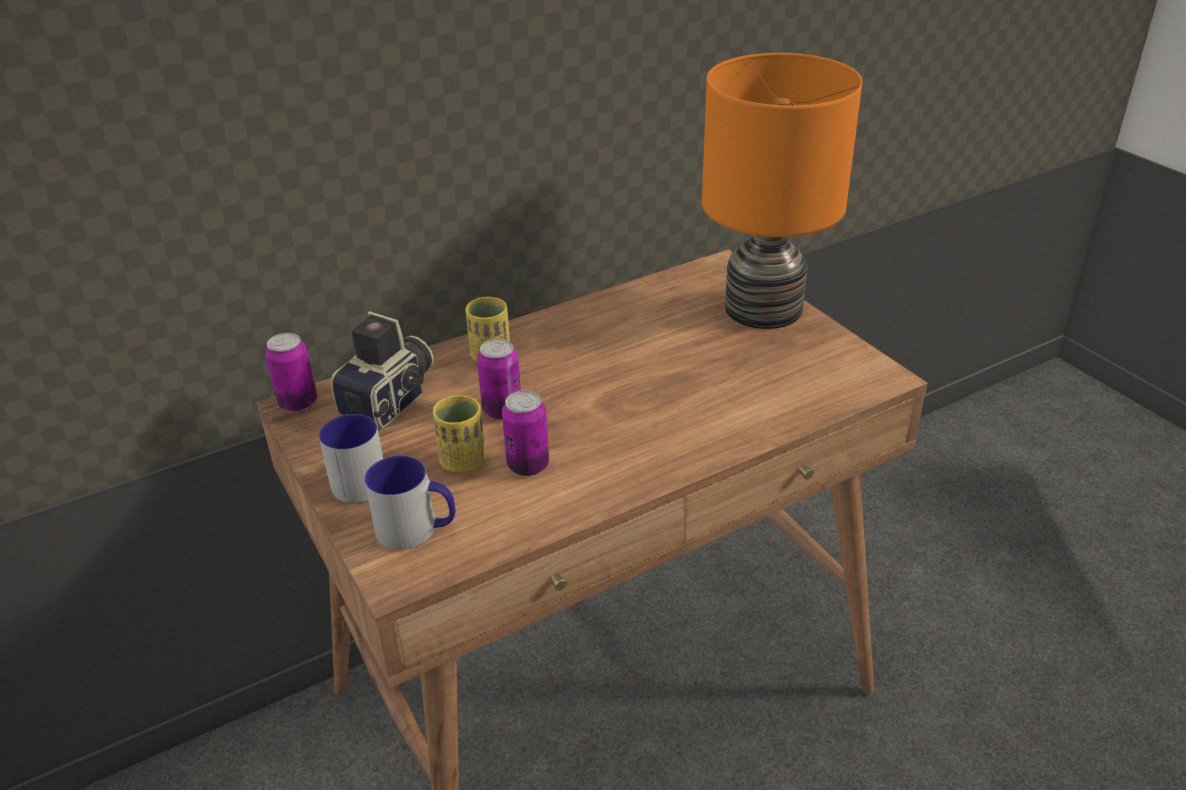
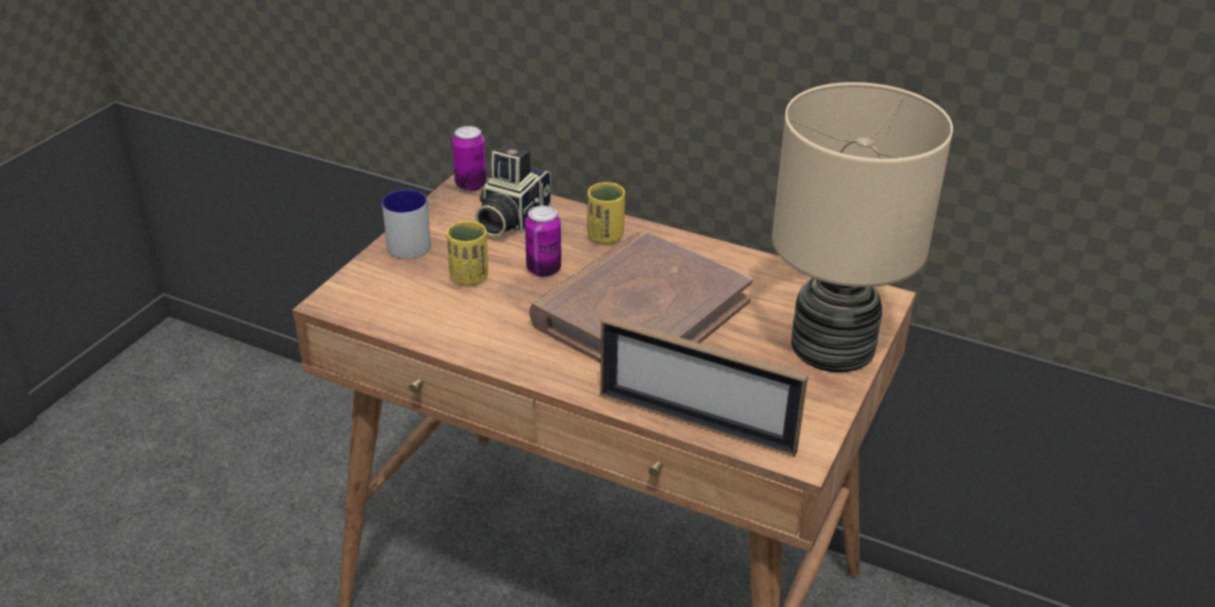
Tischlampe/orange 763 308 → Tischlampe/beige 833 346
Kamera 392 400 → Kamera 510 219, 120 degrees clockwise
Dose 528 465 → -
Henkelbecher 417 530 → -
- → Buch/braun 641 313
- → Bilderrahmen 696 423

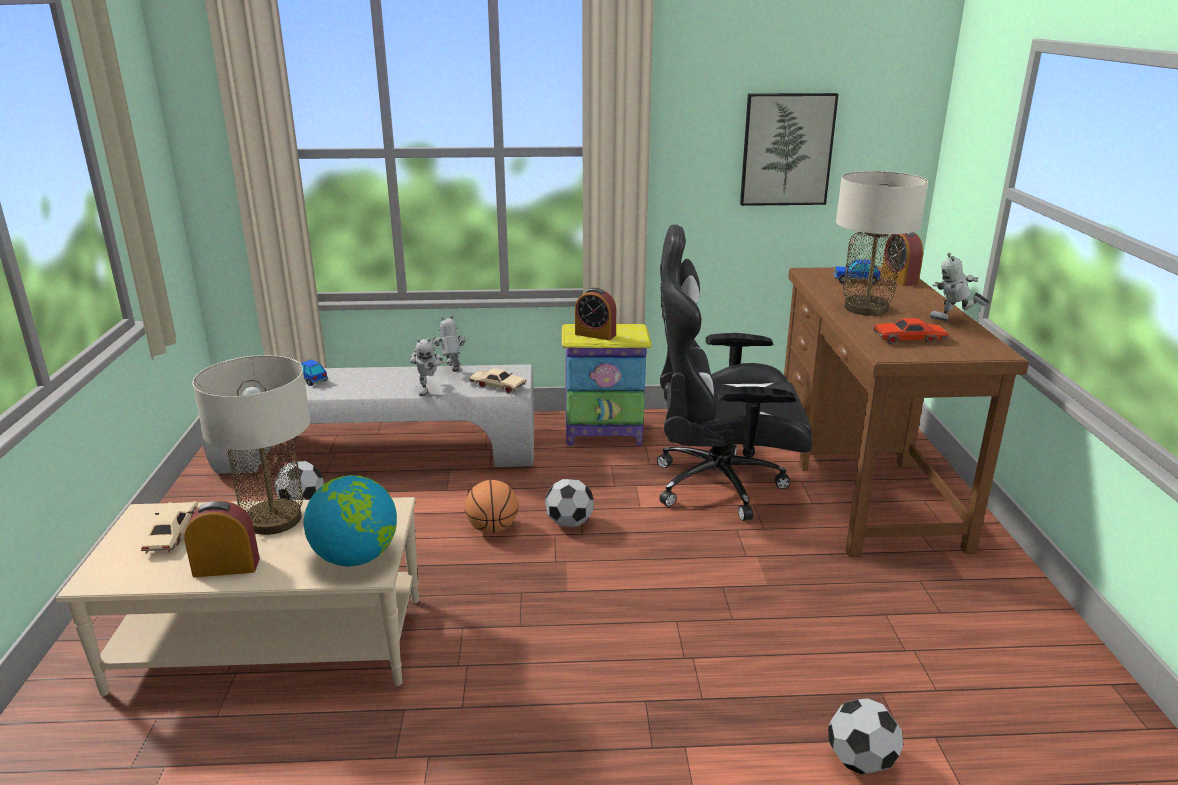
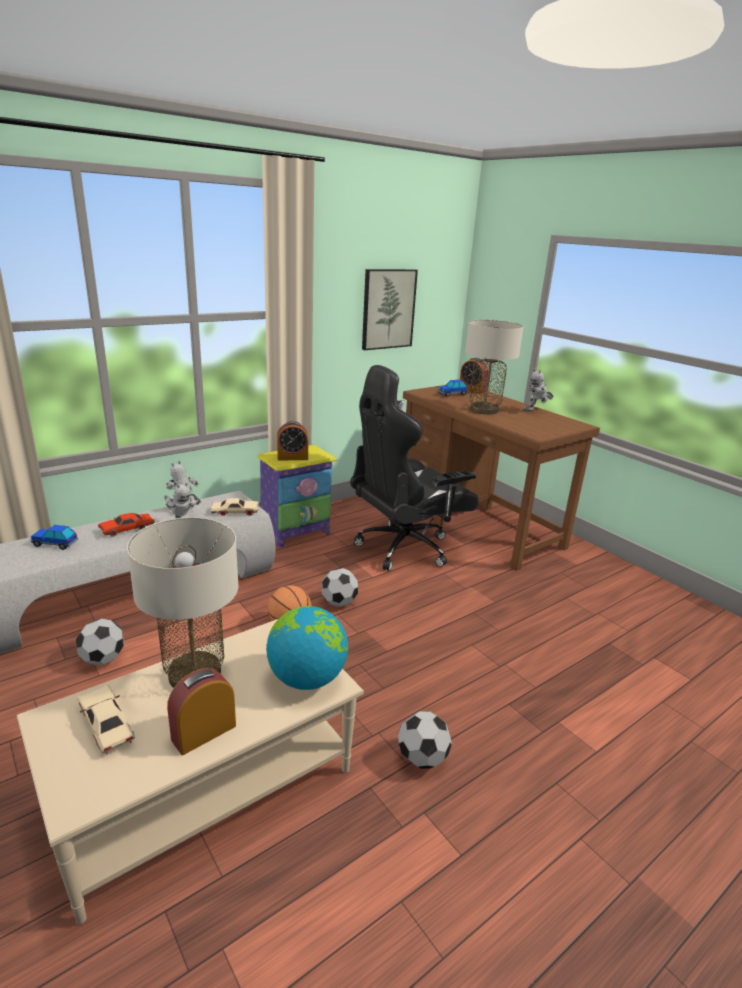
Spielzeugauto/rot 908 339 → Spielzeugauto/rot 127 529, move
Fußball 860 761 → Fußball 422 758, move

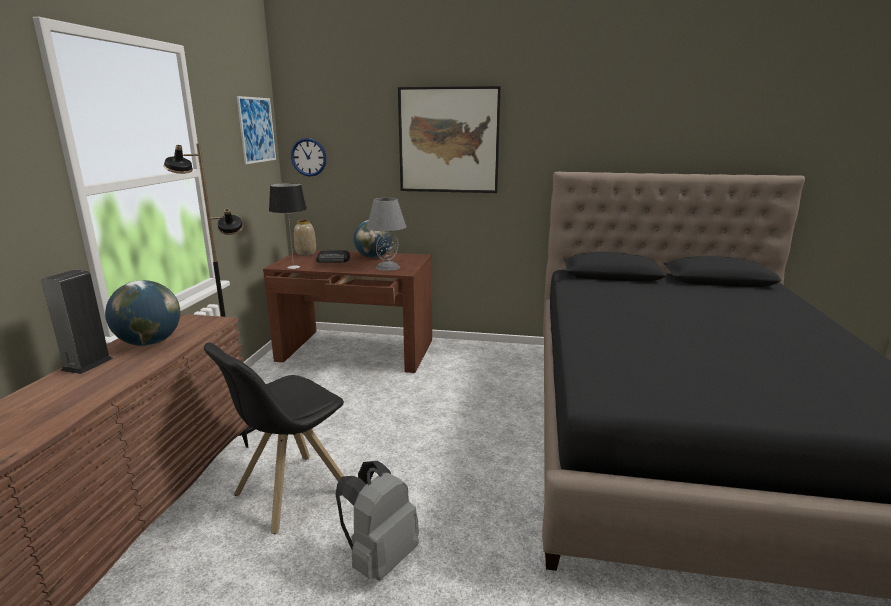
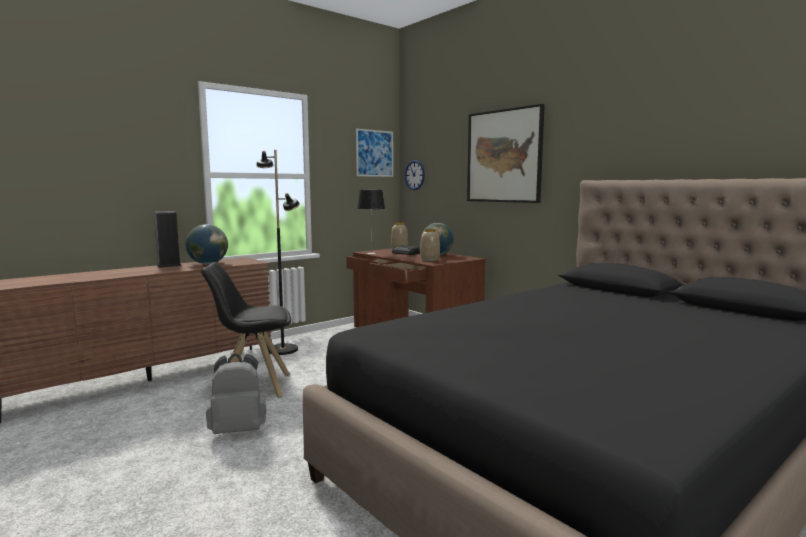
Tischlampe/grau 388 267 → Vase 430 260

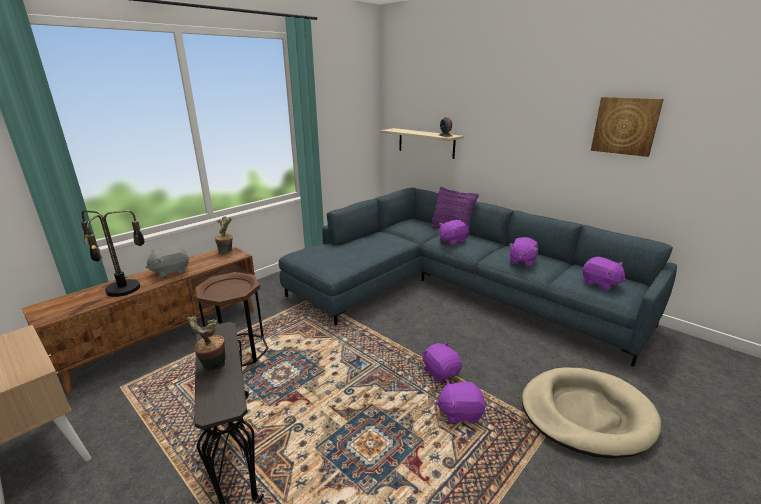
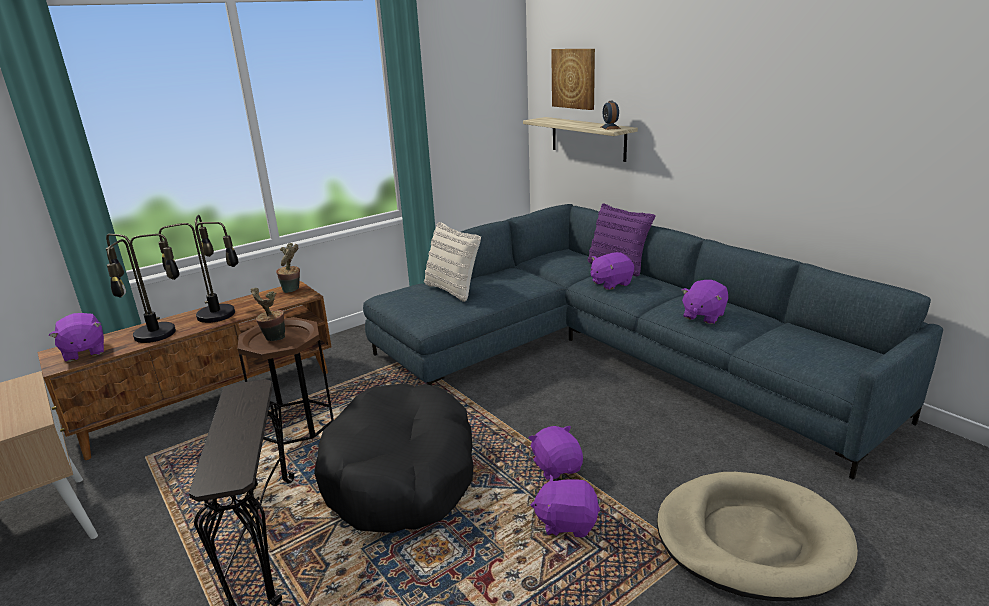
Bild 625 126 → Bild 574 78, move
Plüschtier/grau 171 272 → Tischlampe 216 314
Plüschtier/lila 600 283 → Plüschtier/lila 84 352, move
Topfpflanze 212 366 → Topfpflanze 273 339, move
- → Kissen/beige 453 291
- → Hundebett/schwarz 401 474

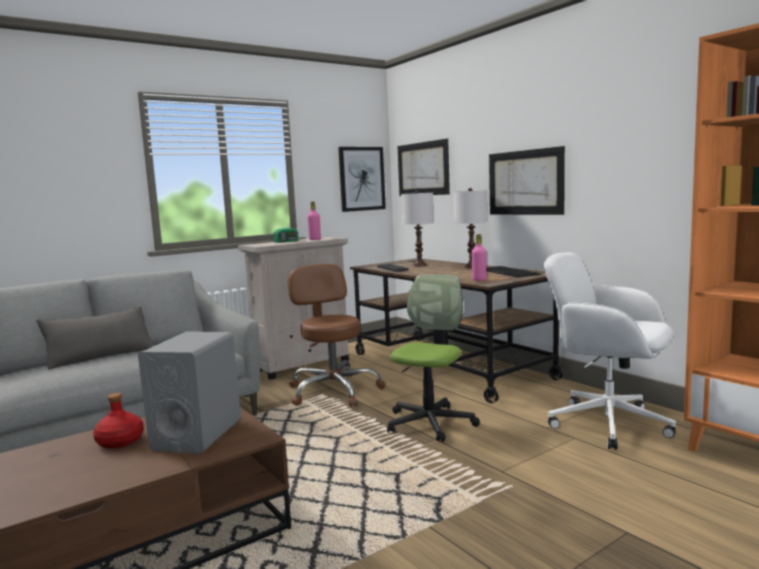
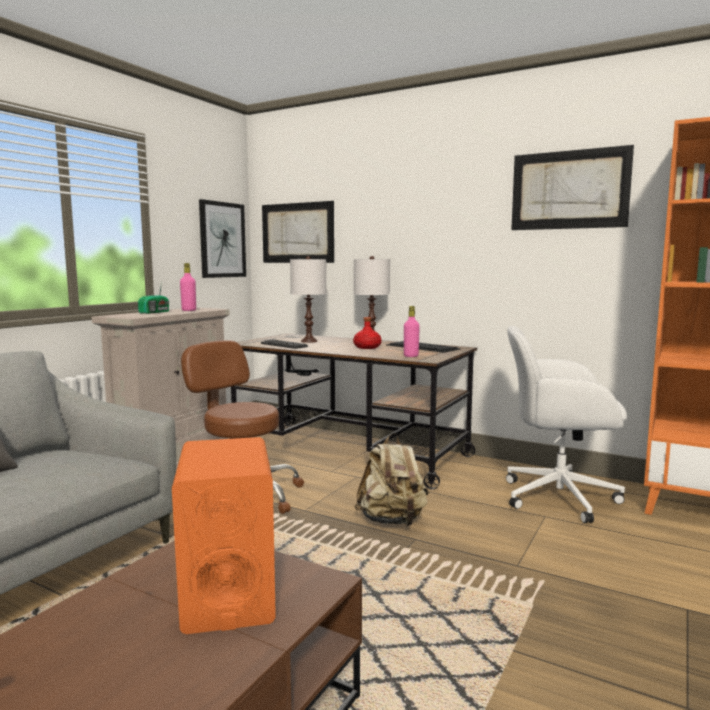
Bild 525 182 → Bild 569 190, move
Bürostuhl 430 423 → Rucksack/beige 392 521
Lautsprecher/grau 197 434 → Lautsprecher/orange 228 593
Flasche/rot 120 442 → Flasche/rot 367 347, move

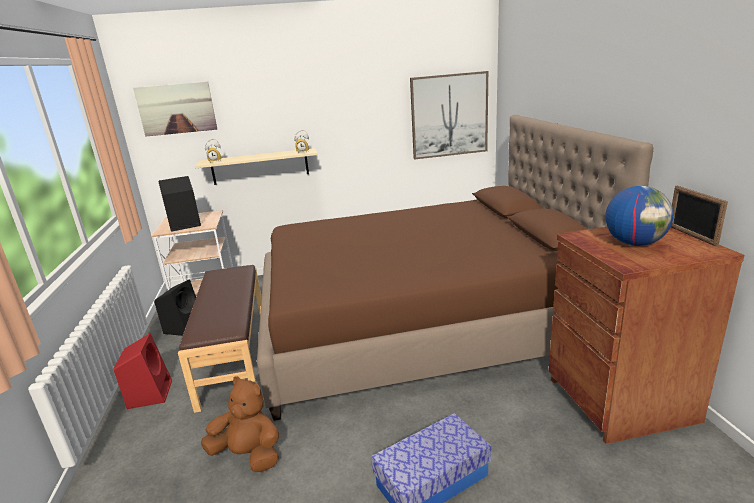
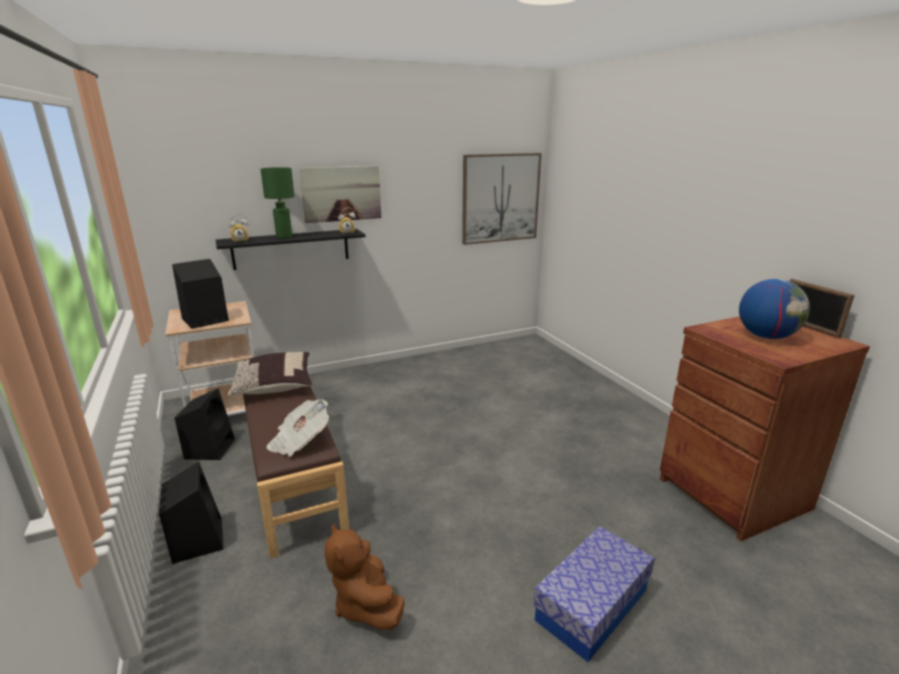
Bild 176 109 → Bild 341 194, move
Bett/braun 423 323 → -
Wandregal/beige 260 166 → Wandregal/schwarz 291 249
Lautsprecher/rot 150 393 → Lautsprecher/schwarz 197 539
Plüschtier/braun 248 455 → Plüschtier/braun 365 604, 120 degrees counterclockwise
- → Tischlampe/grün 284 237
- → Kissen 274 385
- → Zeitung 299 441

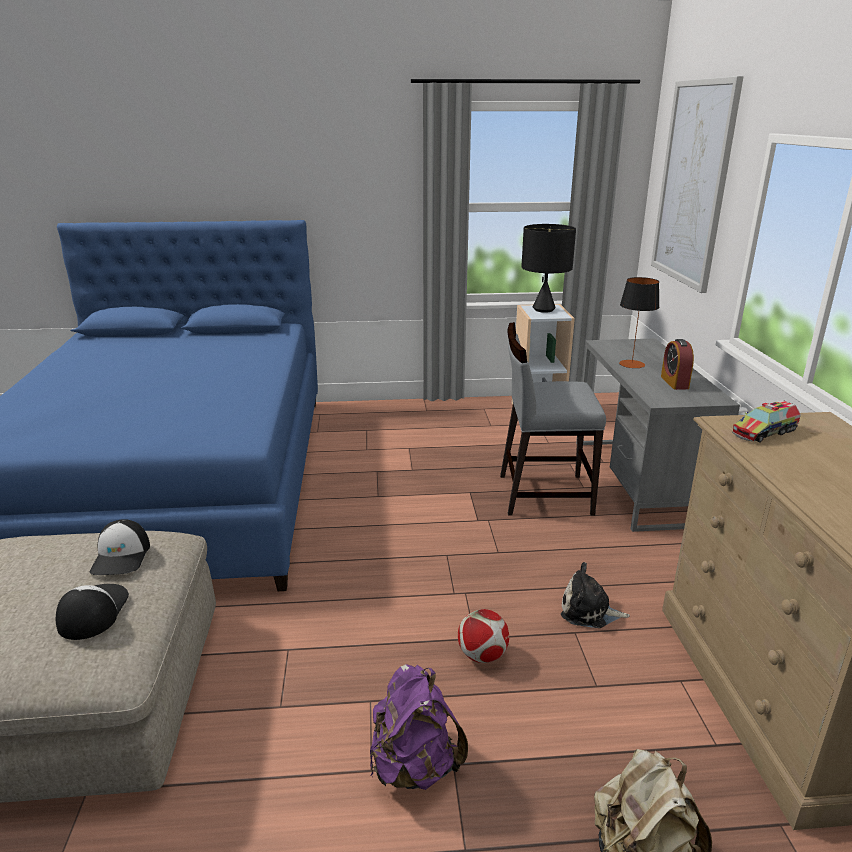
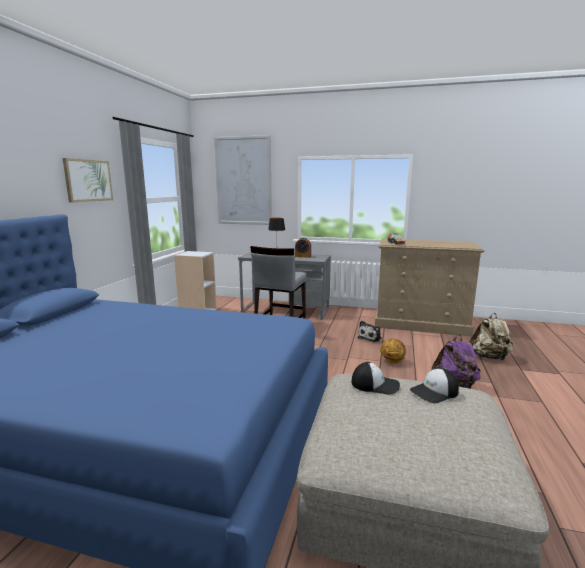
Tischlampe/schwarz 543 310 → -
Kappe 92 612 → Kappe 434 392, 45 degrees counterclockwise
Fußball 482 655 → Basketball 392 361
- → Bild 88 180

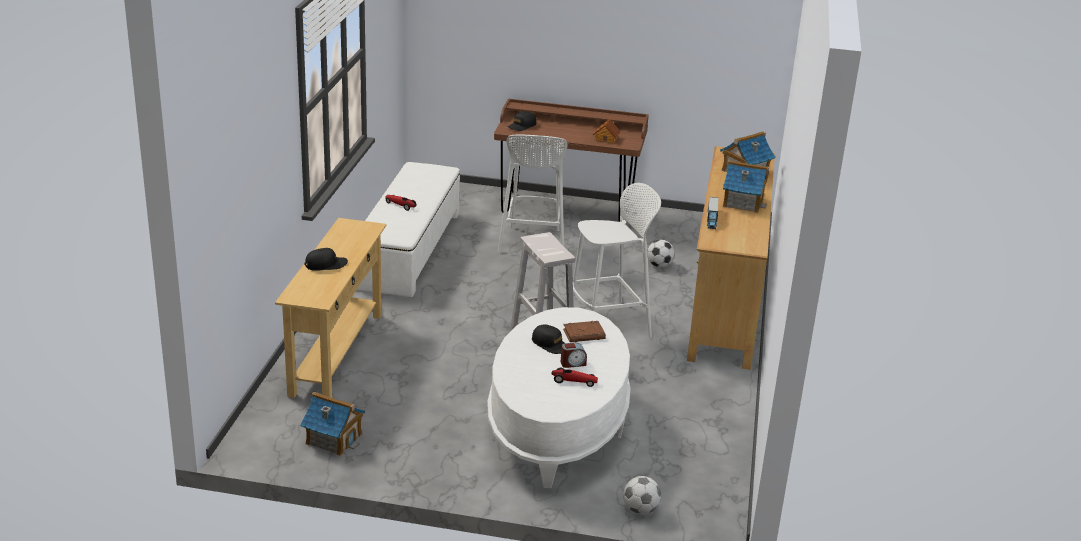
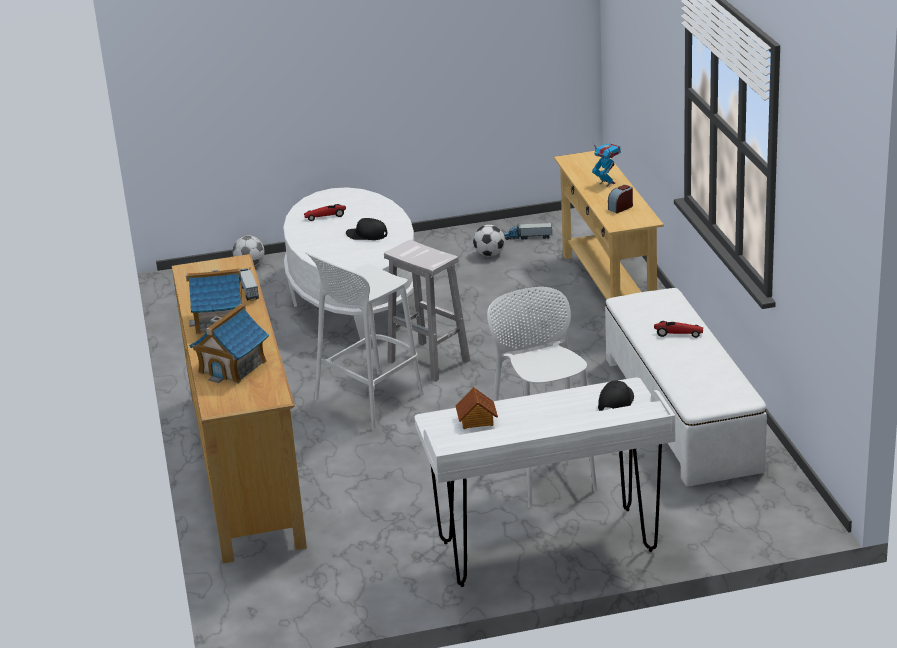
Schreibtisch/braun 566 211 → Schreibtisch/weiß 547 547
Fußball 659 265 → Fußball 489 254, move
Kappe/schwarz 326 265 → Spielzeugroboter 607 183
Buch/braun 584 334 → -
Wecker 573 363 → Wecker 620 208, move
Spielzeughaus 334 439 → Spielzeuglaster 528 237

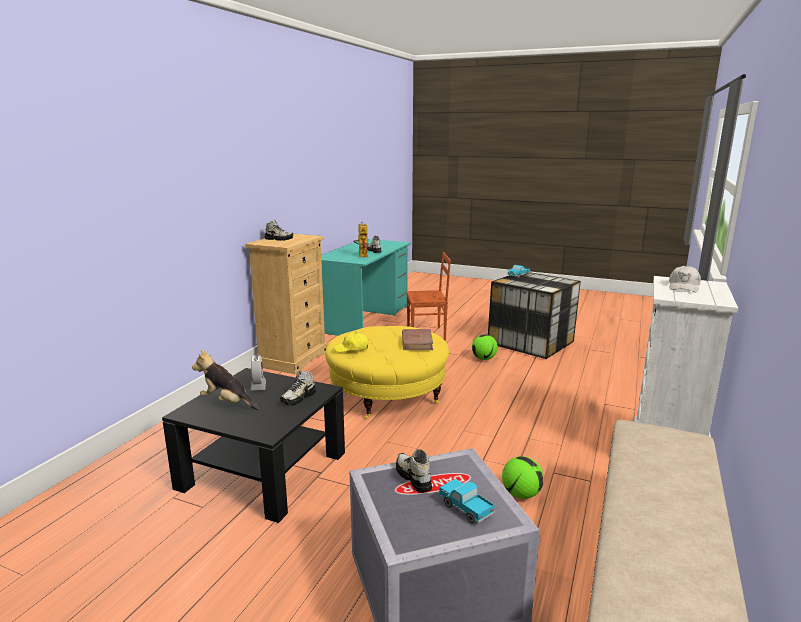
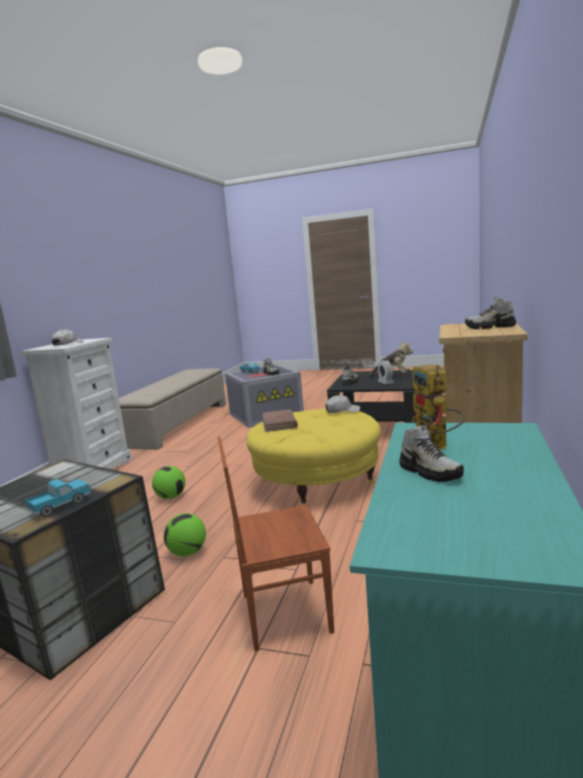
Kappe/gelb 352 348 → Kappe/weiß 342 411
Fußball 521 494 → Fußball 171 497, move

